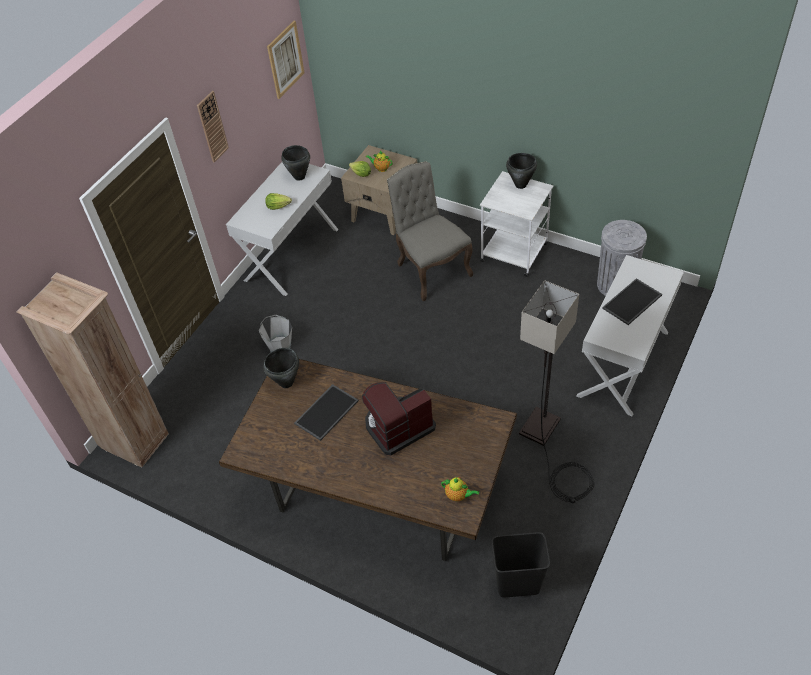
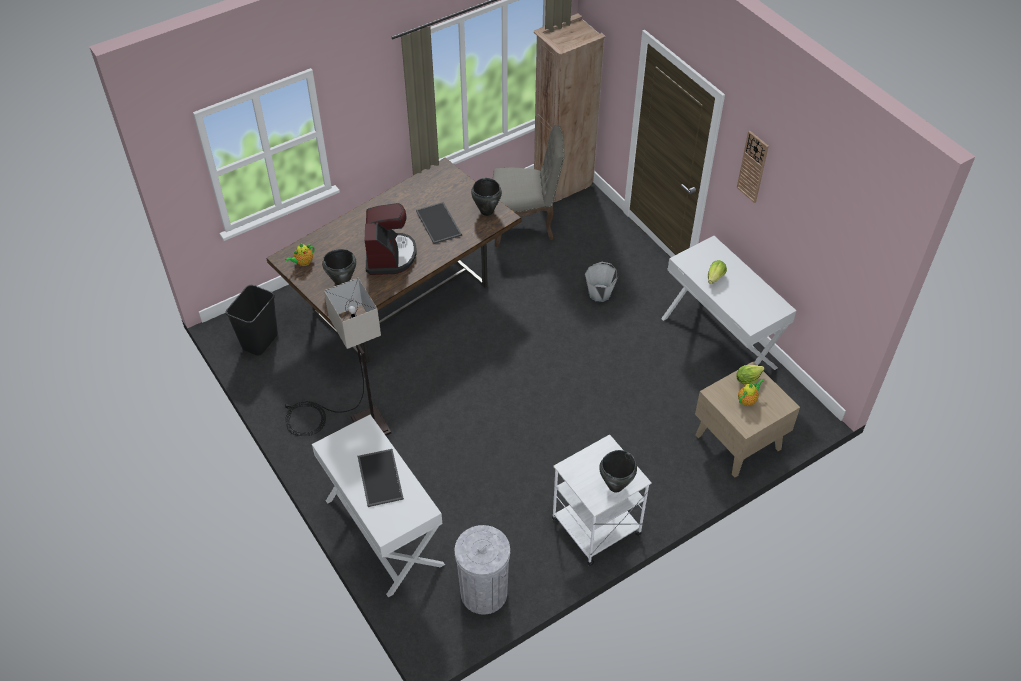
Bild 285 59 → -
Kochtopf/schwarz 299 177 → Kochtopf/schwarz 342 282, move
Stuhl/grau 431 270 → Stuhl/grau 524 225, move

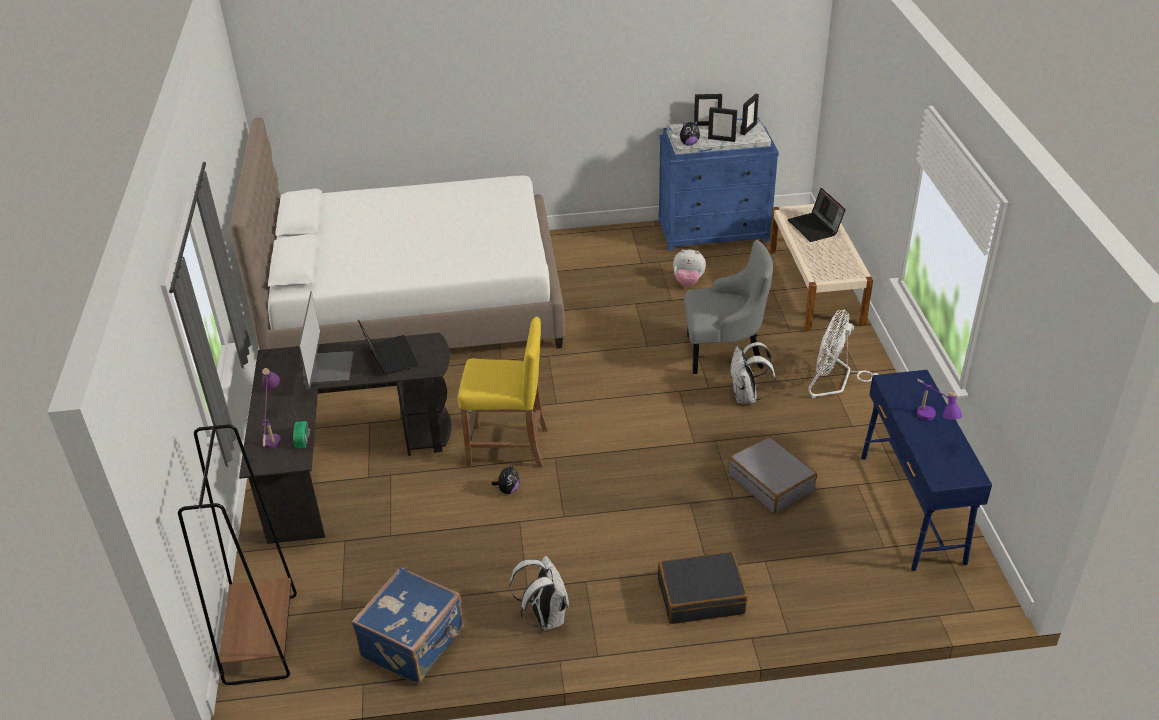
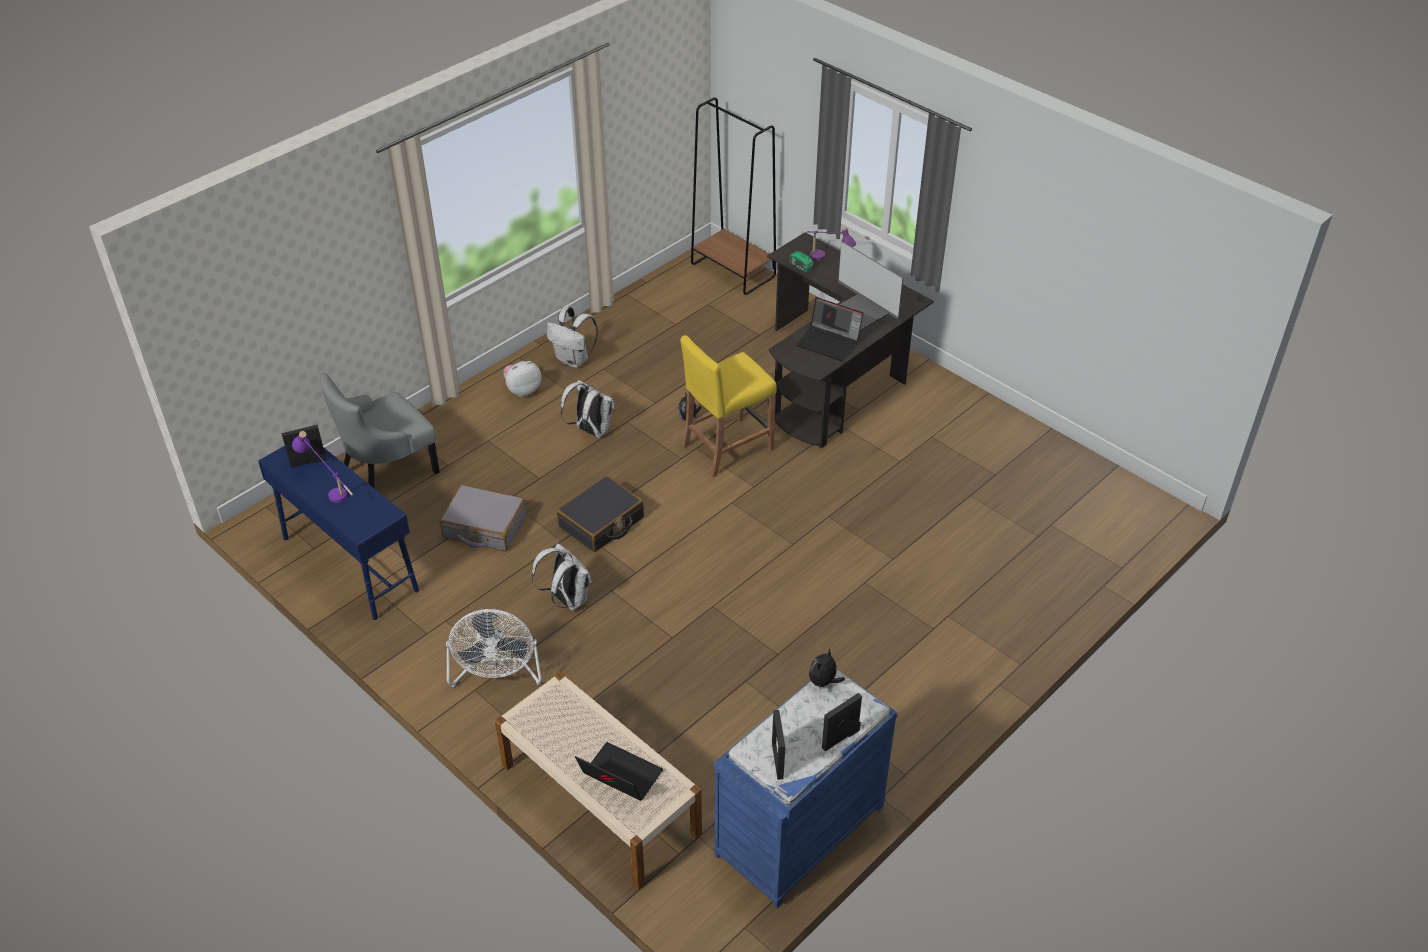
Bilderrahmen 721 139 → Bilderrahmen 308 462, move
Bett/weiß 414 303 → -
Stuhl/grau 723 353 → Stuhl/grau 390 470, move
Plüschtier 688 282 → Plüschtier 523 390, move
Ventilator/weiß 836 377 → Ventilator/weiß 494 671, 105 degrees clockwise
Koffer/schwarz 701 596 → Koffer/schwarz 601 523, move
Koffer/blau 415 644 → -
- → Rucksack/weiß 591 430

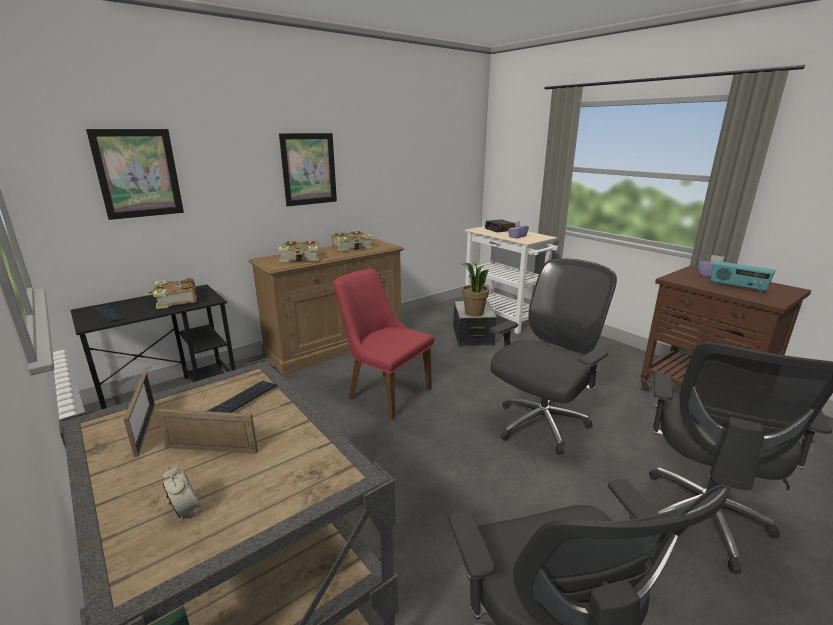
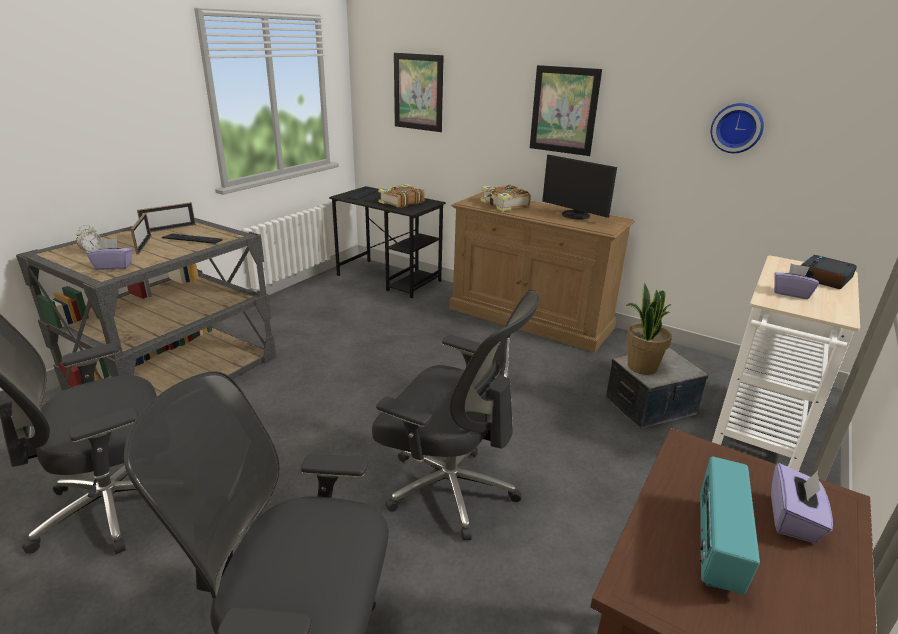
Buch 352 247 → Monitor 574 215
Stuhl/rot 383 391 → -
- → Wanduhr 737 128
- → Taschentuchbox/lila 114 266

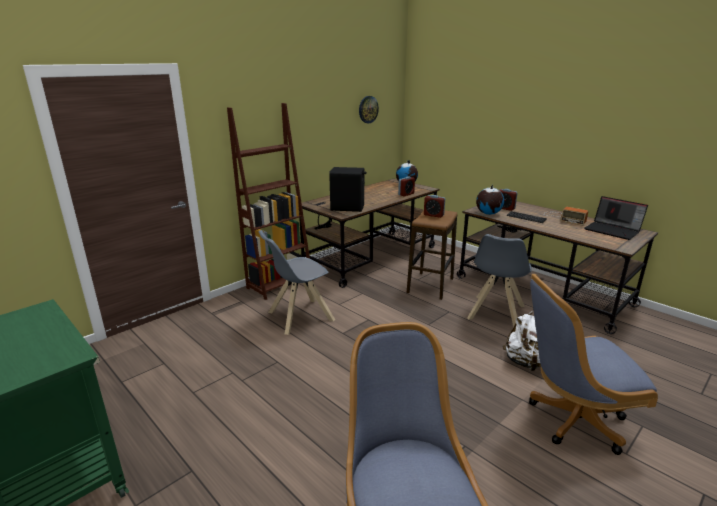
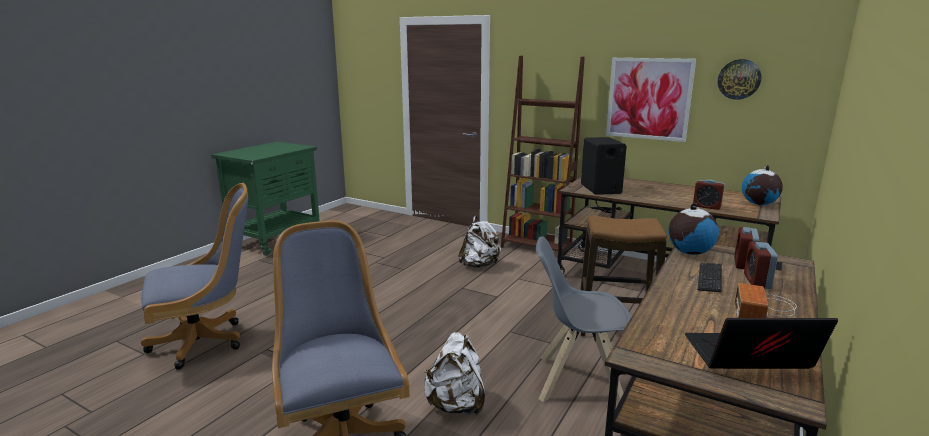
Wecker 433 215 → Wecker 757 281, move
Laptop 613 230 → Laptop 747 358, 60 degrees clockwise
Stuhl/grau 298 317 → Rucksack/weiß 479 265
- → Bild 648 99

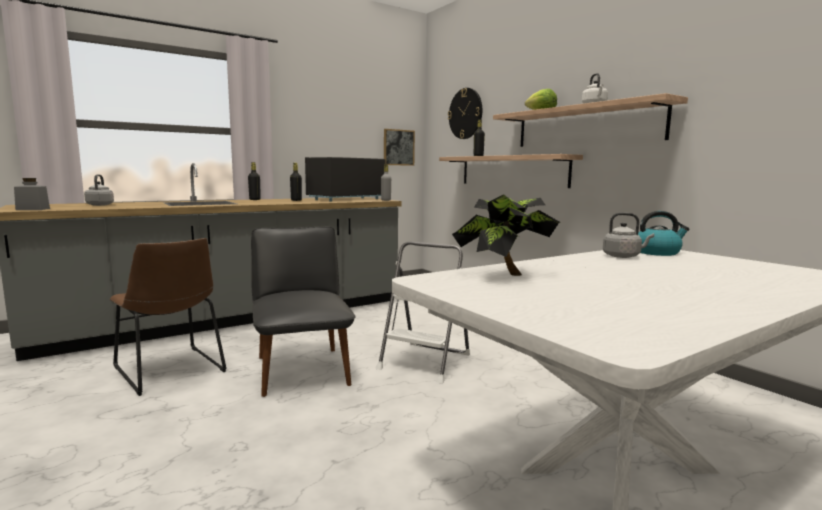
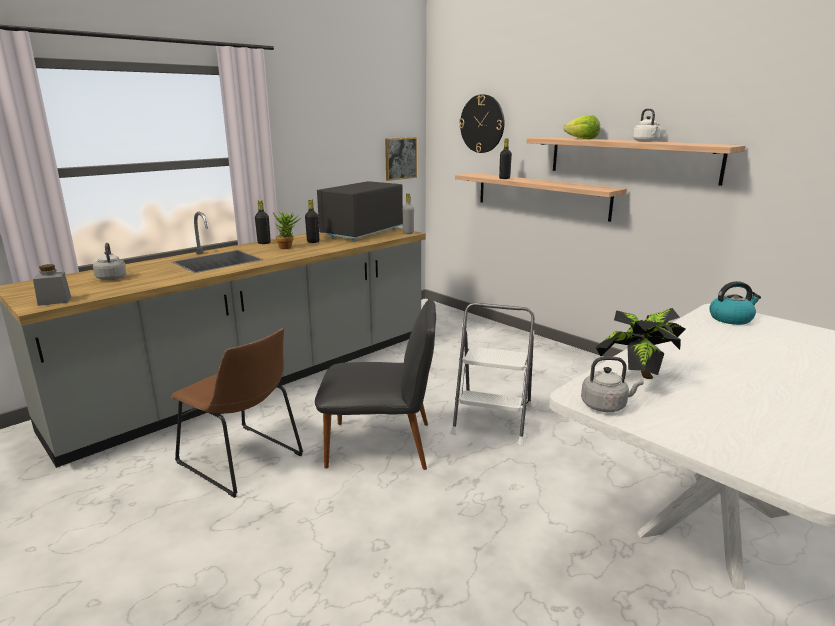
Wasserkessel/grau 623 256 → Wasserkessel/grau 606 406, move
Stuhl/schwarz 302 370 → Stuhl/schwarz 379 444, 120 degrees clockwise
- → Topfpflanze 288 247

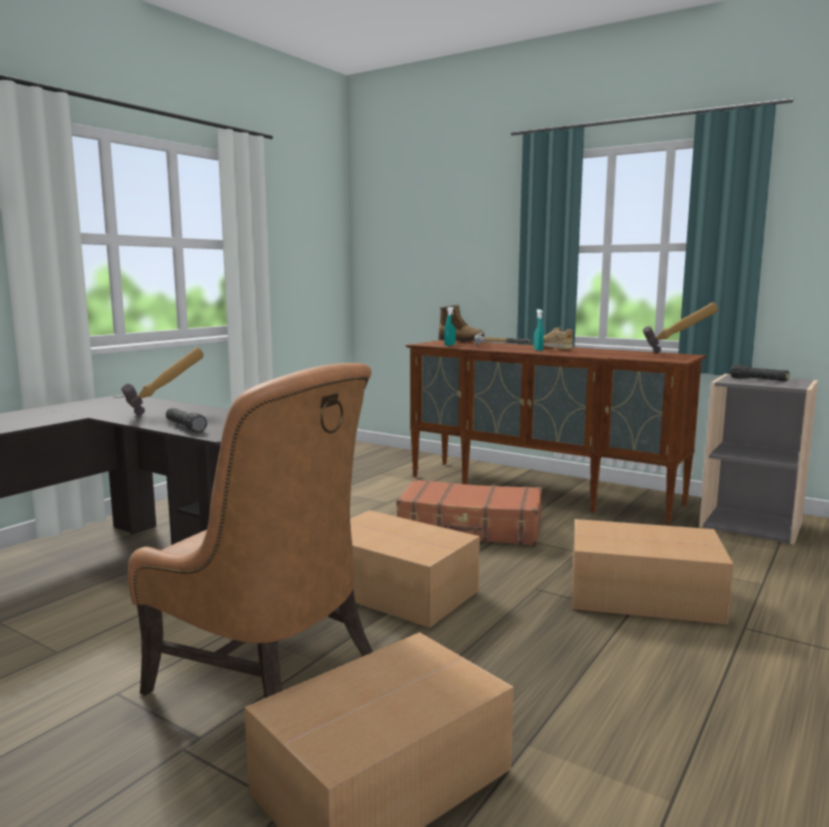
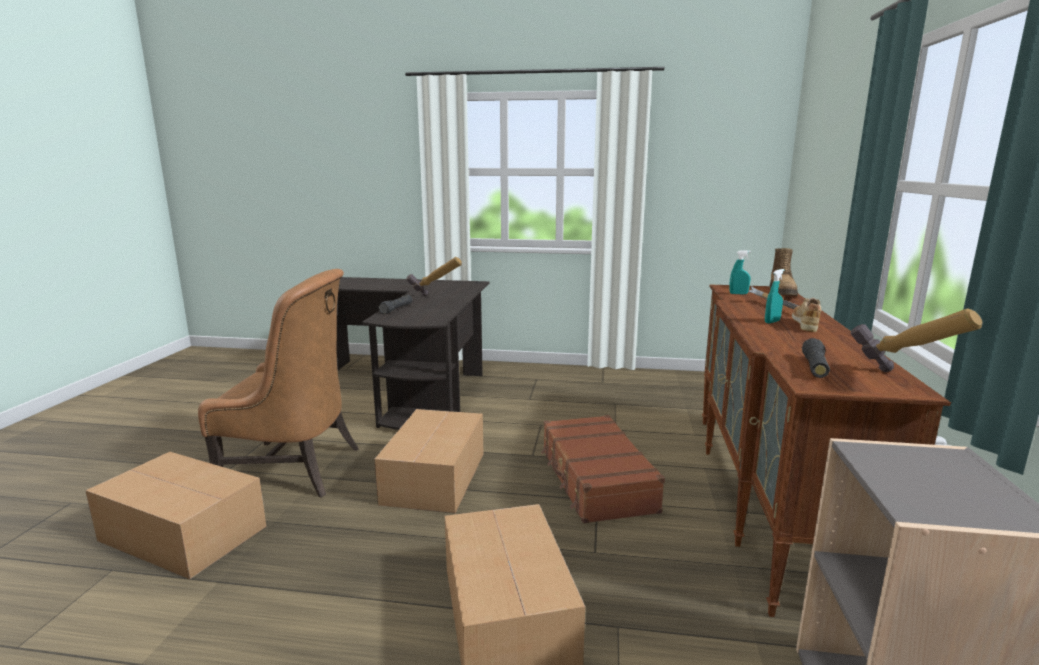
Stuhl/braun 269 676 → Stuhl/braun 294 468, 90 degrees counterclockwise
Taschenlampe/schwarz 758 380 → Taschenlampe/schwarz 814 368, move

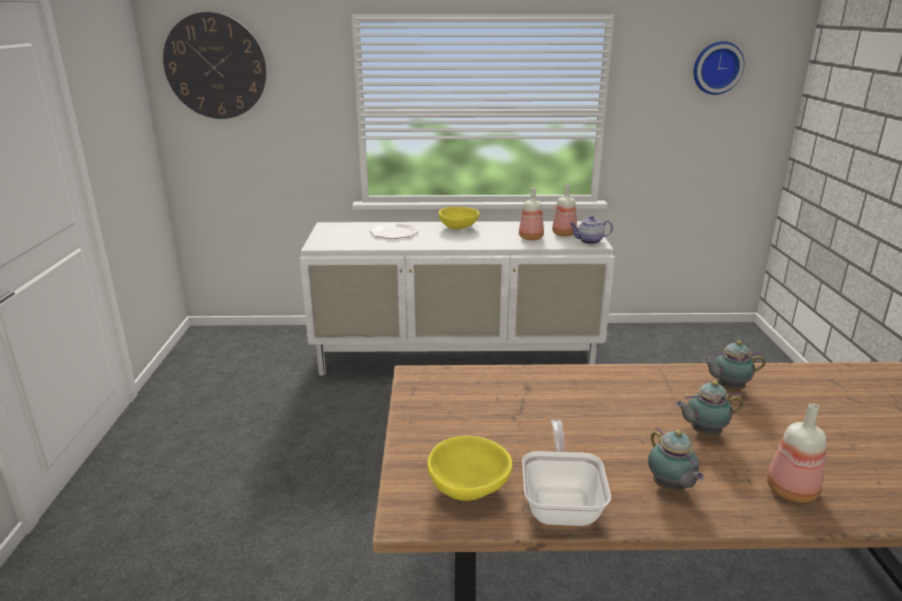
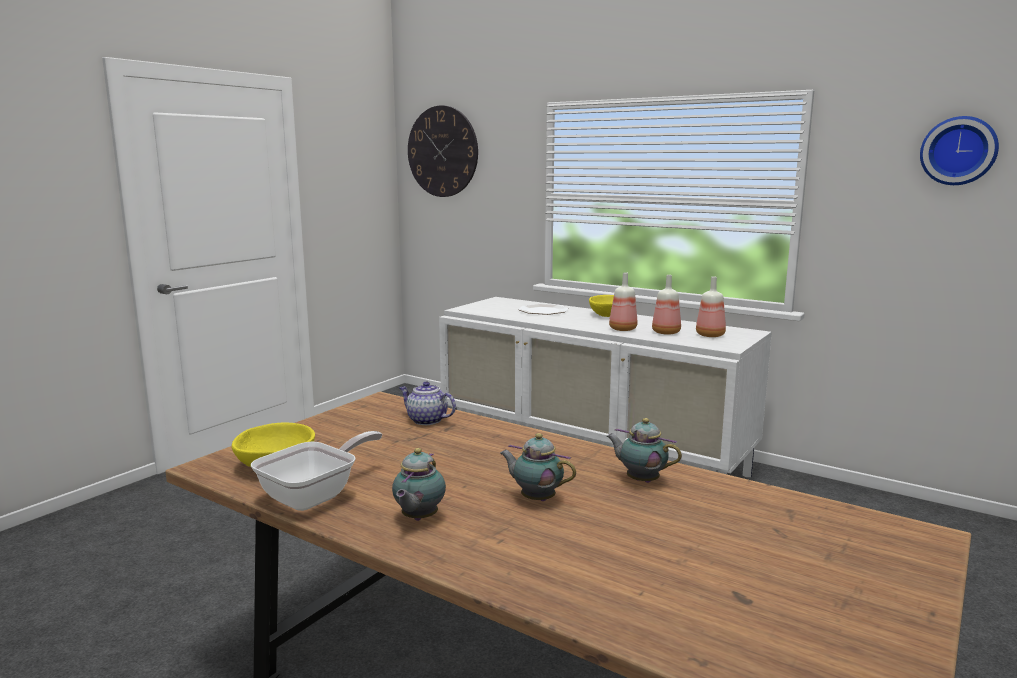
Teekanne 589 241 → Teekanne 426 420, move
Flasche 792 492 → Flasche 622 329, move

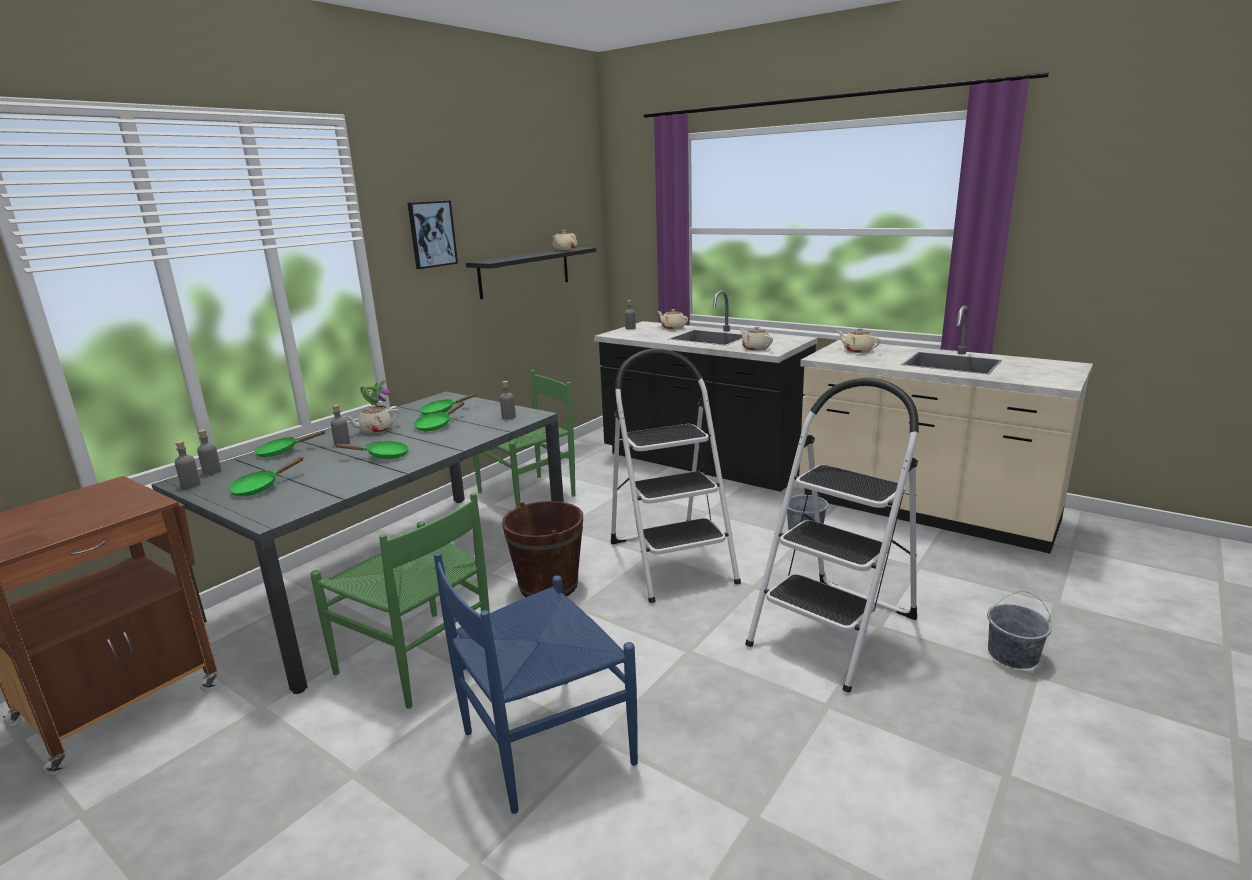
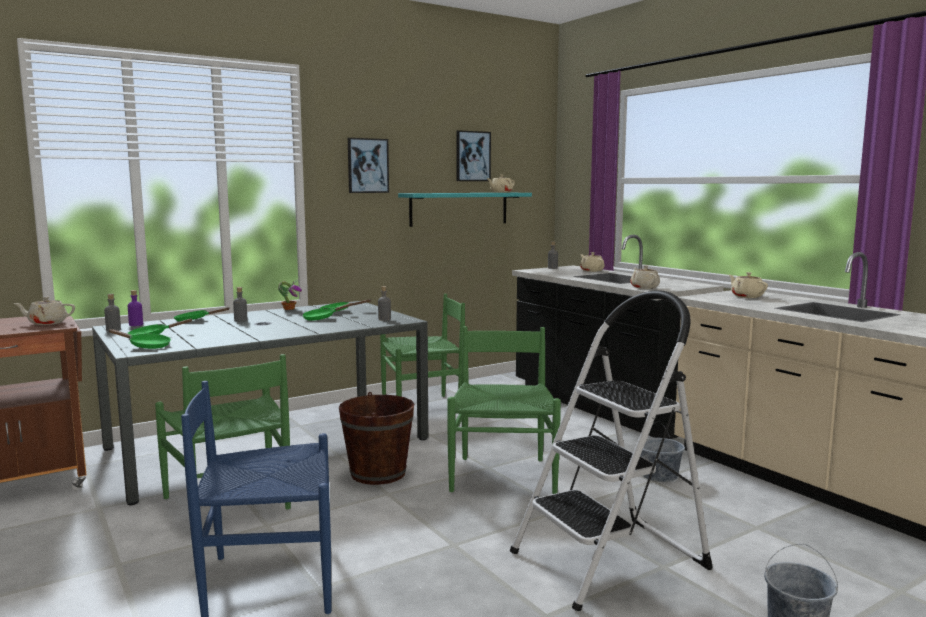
Wandregal/schwarz 525 272 → Wandregal/türkis 459 208
Trittleiter 671 560 → Stuhl/grün 502 475
Teekanne/beige 375 430 → Teekanne/beige 47 323, move
Flasche/grau 212 472 → Flasche/lila 136 325
Pfanne/grün 383 456 → Pfanne/grün 146 346, move
- → Bild 472 156

